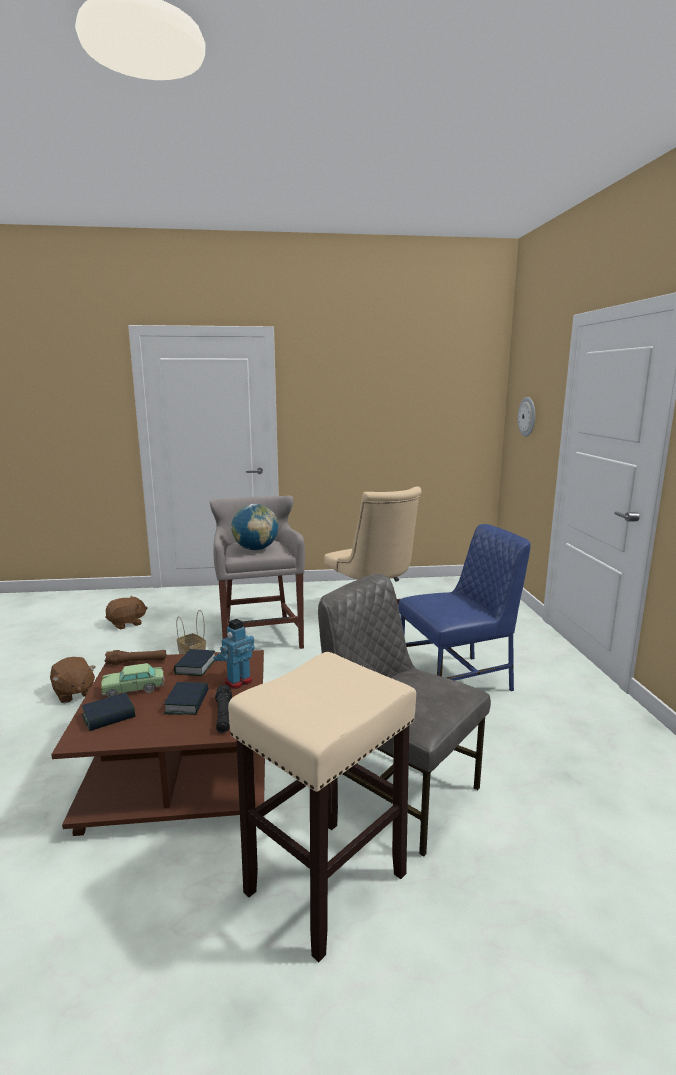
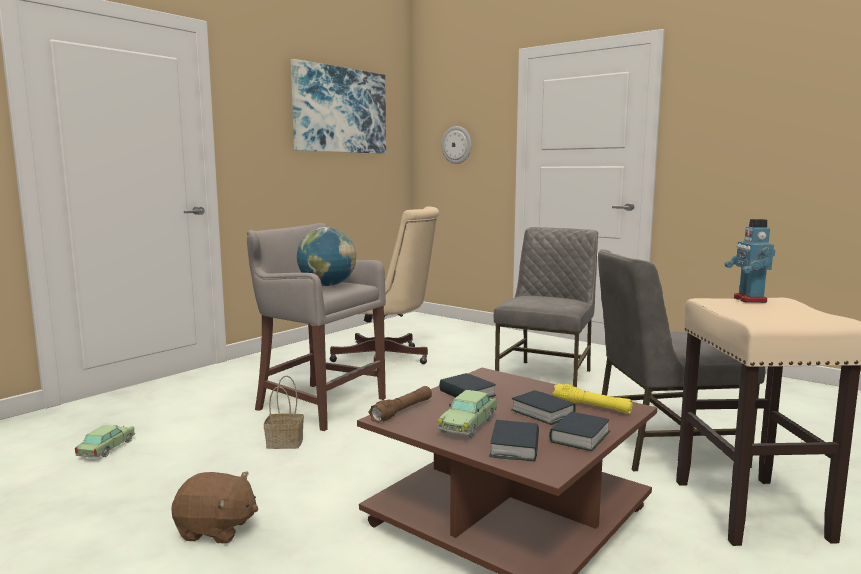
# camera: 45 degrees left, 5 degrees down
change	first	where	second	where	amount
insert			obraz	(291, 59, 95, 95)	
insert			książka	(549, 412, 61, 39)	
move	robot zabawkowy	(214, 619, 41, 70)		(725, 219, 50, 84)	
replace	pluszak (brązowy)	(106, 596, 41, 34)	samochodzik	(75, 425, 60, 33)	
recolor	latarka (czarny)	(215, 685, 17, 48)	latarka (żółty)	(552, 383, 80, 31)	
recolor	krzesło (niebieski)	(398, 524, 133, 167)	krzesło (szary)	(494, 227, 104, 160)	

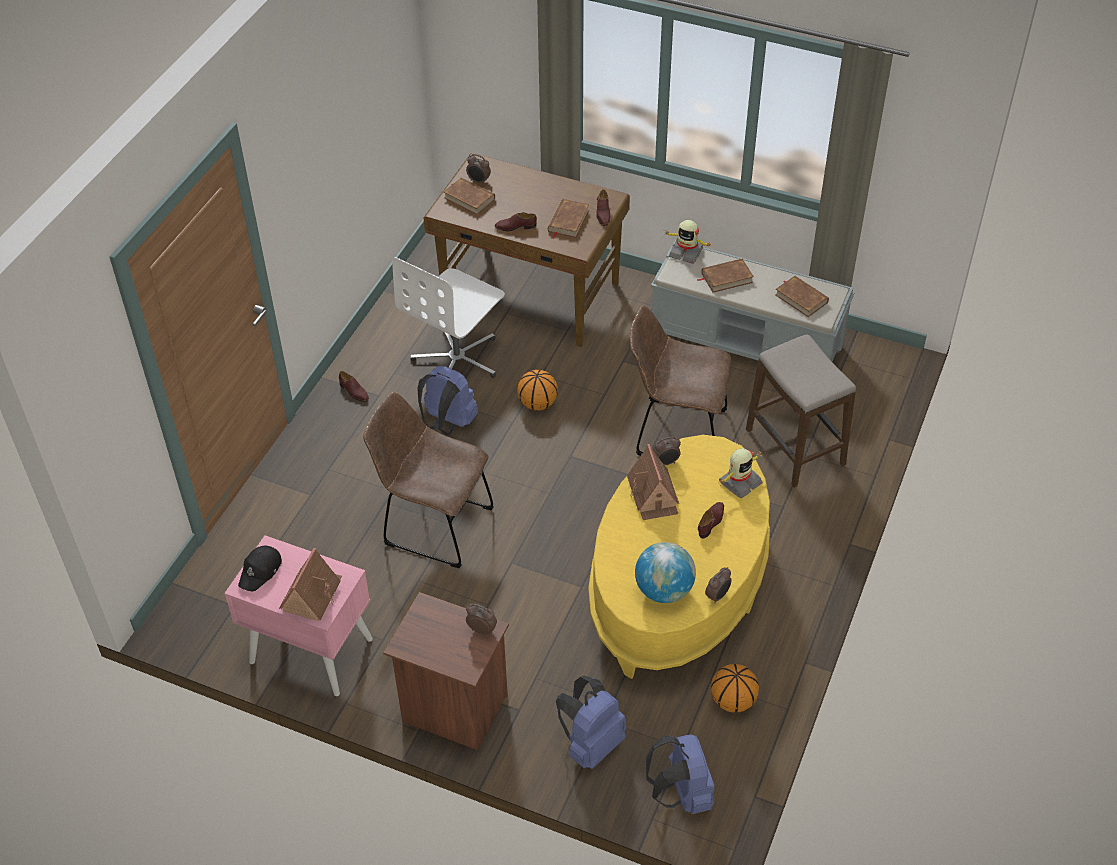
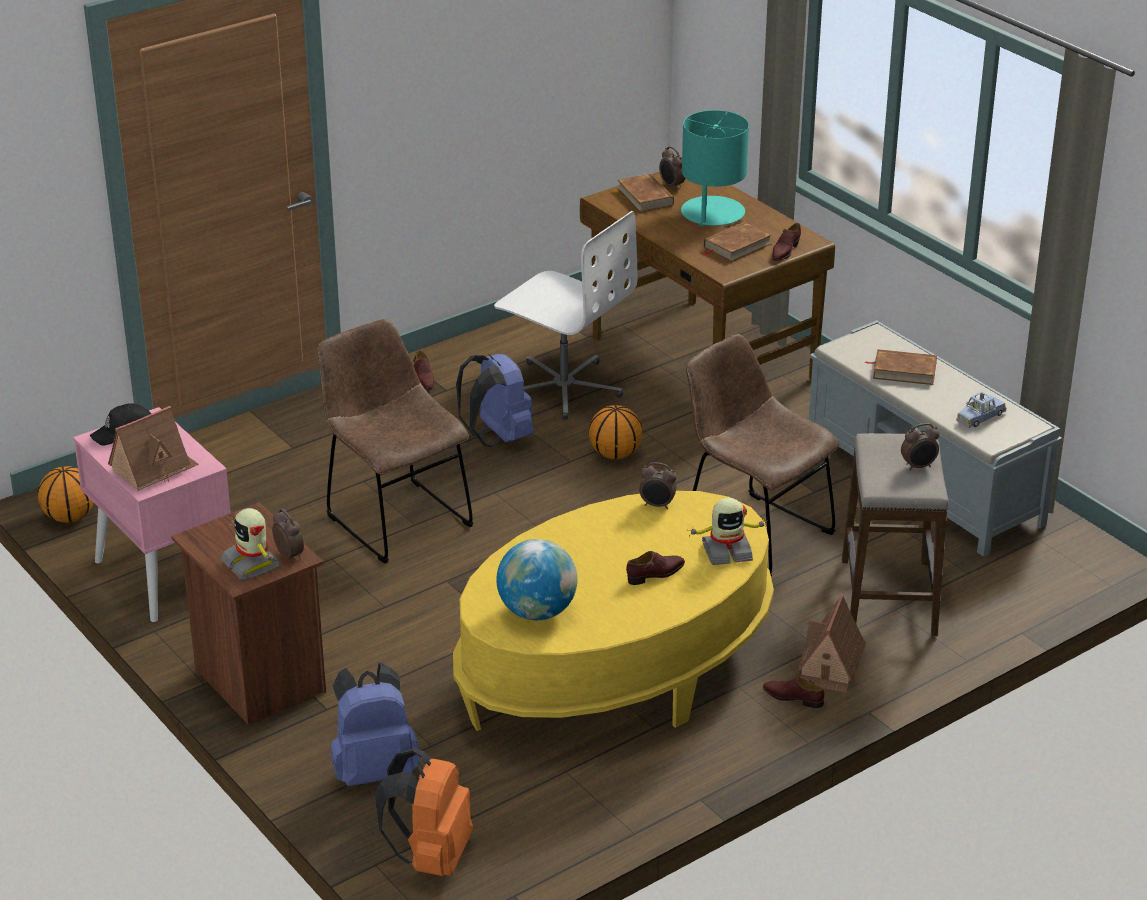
# camera: 30 degrees right, 15 degrees down
change	first	where	second	where	amount
insert			lampa stołowa (turkusowy)	(681, 110, 68, 117)	
move	but (brązowy)	(495, 212, 42, 19)		(763, 678, 61, 30)	
move	domek	(627, 444, 52, 76)		(797, 594, 69, 99)	
move	robot zabawkowy	(663, 220, 50, 44)		(221, 508, 59, 72)	
move	budzik	(705, 567, 26, 37)		(901, 423, 38, 48)	
move	piłka do koszykówki	(711, 664, 48, 49)		(38, 466, 56, 57)	
replace	książka (brązowy)	(775, 276, 54, 41)	samochodzik (niebieski)	(956, 392, 50, 36)	
recolor	plecak (niebieski)	(646, 734, 69, 80)	plecak (pomarańczowy)	(375, 748, 98, 128)	
rotate	krzesło biurowe (biały)	(392, 257, 113, 121)		(494, 211, 143, 209)	120 degrees counterclockwise

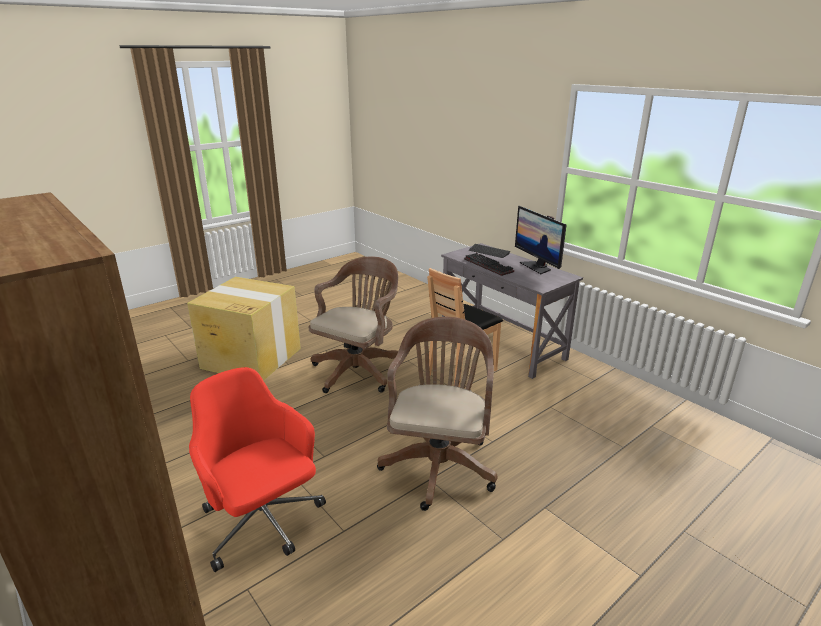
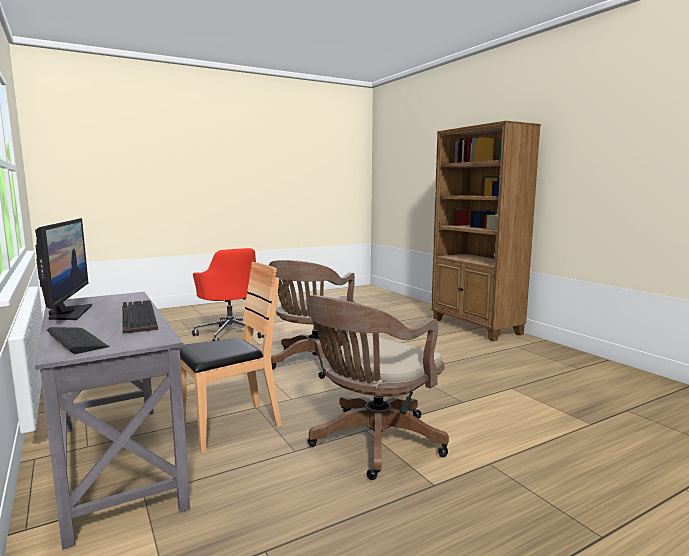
# camera: 170 degrees left, 15 degrees down
change	first	where	second	where	amount
delete	karton	(187, 277, 114, 104)			
move	krzesło biurowe (czerwony)	(189, 367, 137, 205)		(192, 248, 72, 93)	

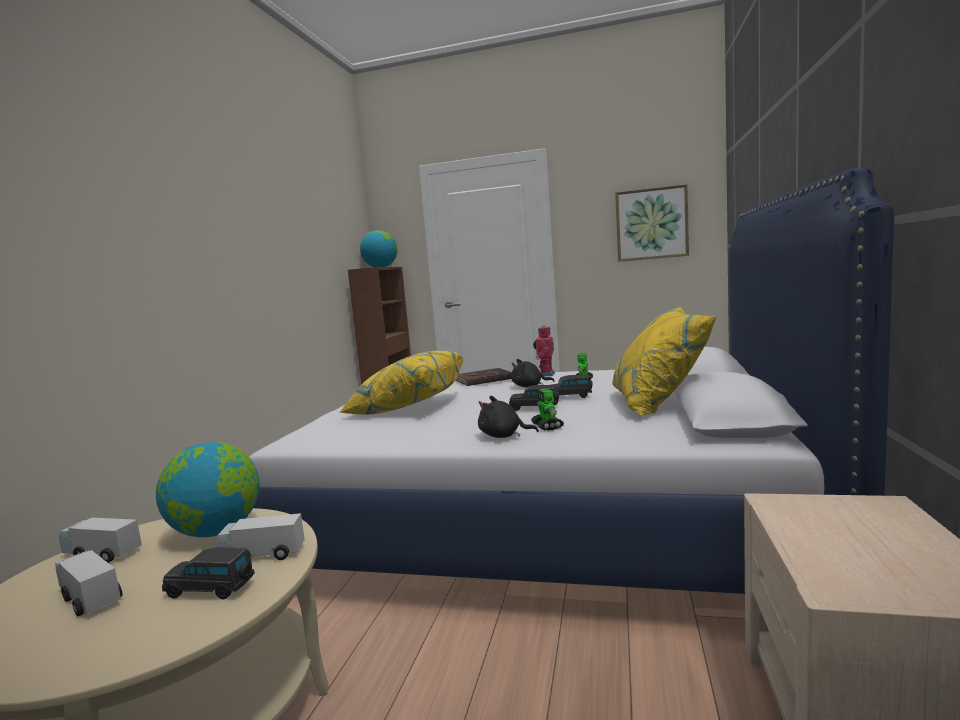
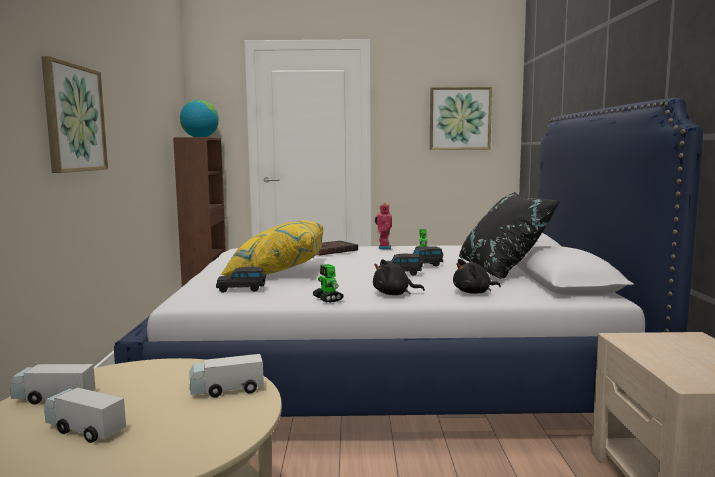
# camera: 15 degrees left, 0 degrees up
change	first	where	second	where	amount
delete	globus	(156, 442, 104, 95)			
insert			obraz	(41, 56, 67, 117)	
move	samochodzik (czarny)	(162, 547, 93, 52)		(216, 267, 50, 26)	
move	pluszak (czarny)	(511, 359, 44, 28)		(453, 259, 48, 35)	
move	robot zabawkowy	(531, 389, 33, 42)		(312, 264, 32, 39)	
recolor	poduszka (żółty)	(613, 307, 104, 108)	poduszka (czarny)	(459, 192, 102, 87)	

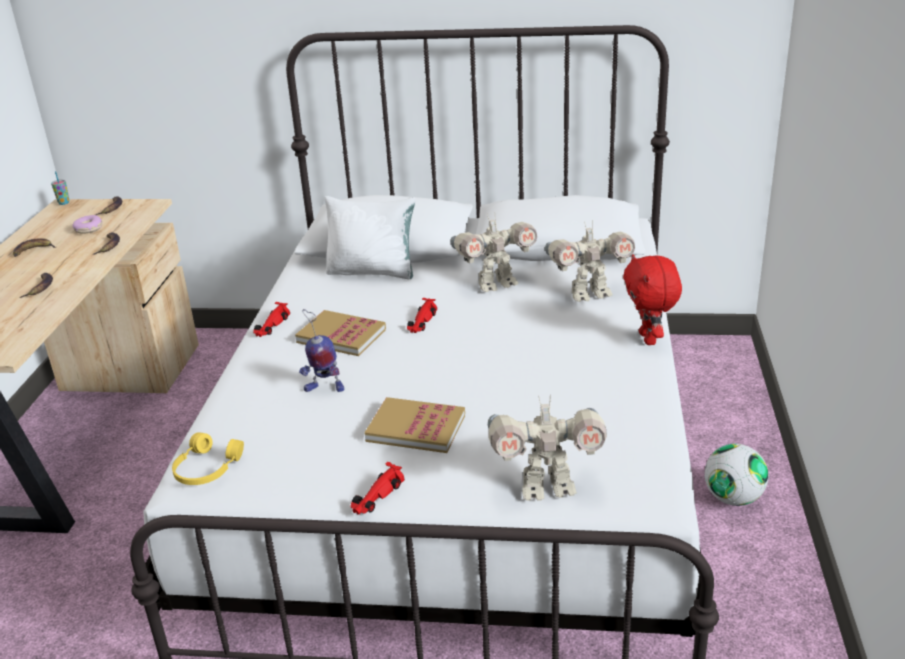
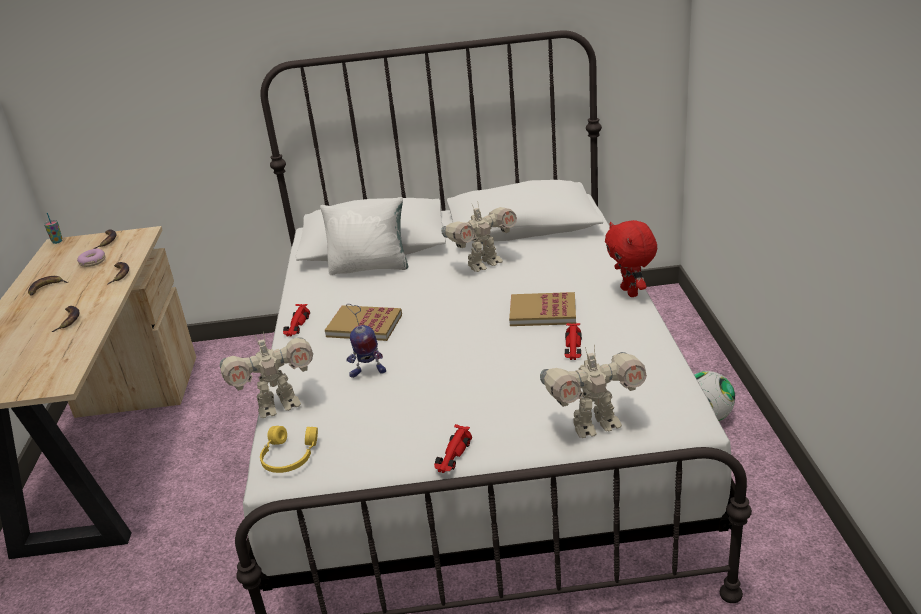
# camera: 10 degrees left, 0 degrees up
change	first	where	second	where	amount
move	książka	(364, 397, 101, 56)		(509, 292, 67, 34)	
move	samochodzik (czerwony)	(407, 298, 30, 35)		(564, 323, 18, 37)	
move	robot zabawkowy	(545, 220, 90, 82)		(220, 332, 93, 86)	

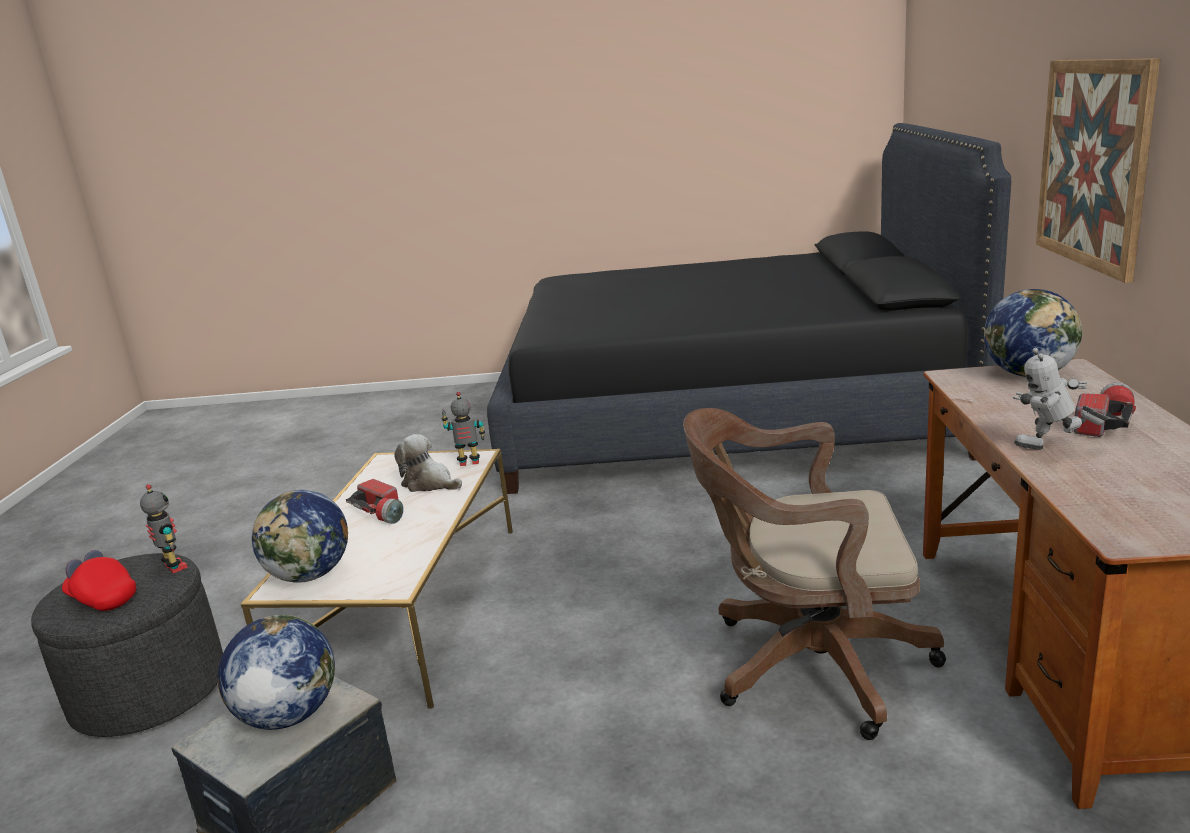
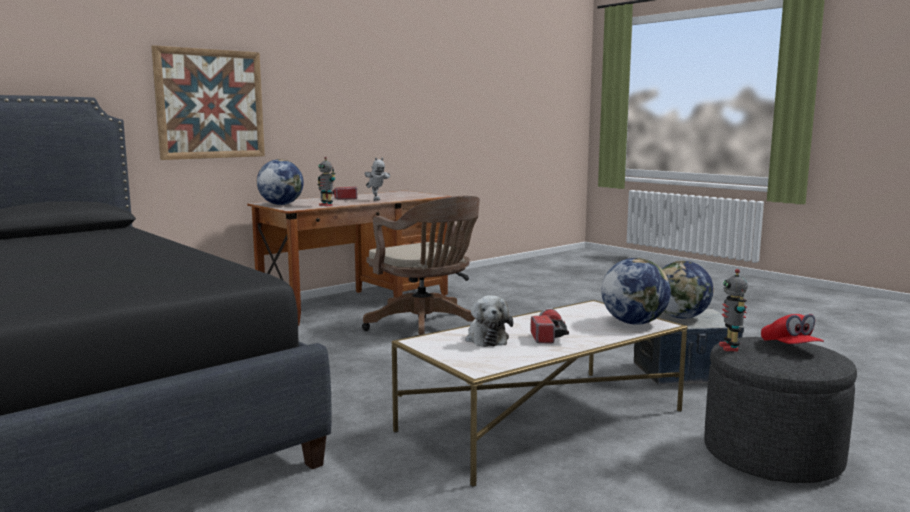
# camera: 135 degrees left, 10 degrees down
change	first	where	second	where	amount
move	robot zabawkowy	(442, 392, 43, 74)		(317, 157, 19, 49)	

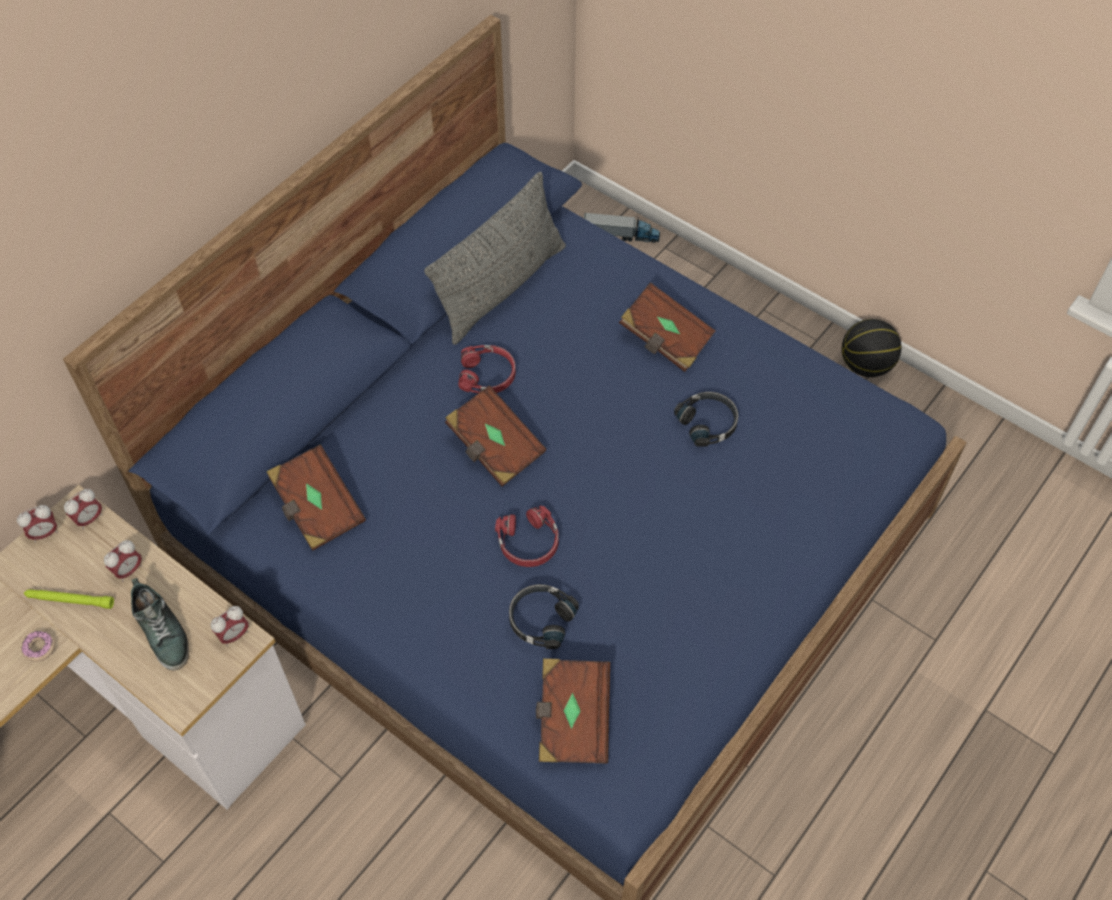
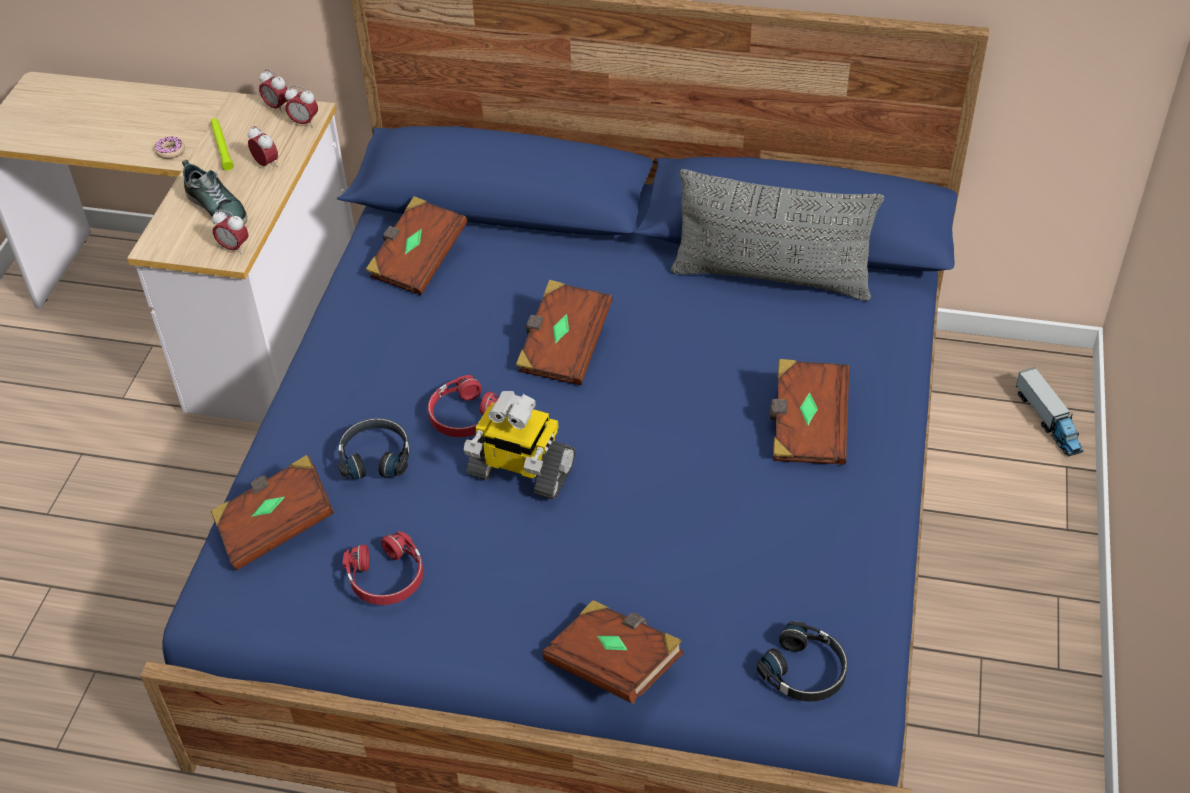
# camera: 65 degrees right, 10 degrees down
change	first	where	second	where	amount
delete	piłka do koszykówki	(842, 319, 59, 58)			
insert			robot zabawkowy	(463, 391, 113, 108)	
insert			książka (brązowy)	(542, 600, 142, 104)	
move	słuchawki (czerwony)	(458, 345, 58, 48)		(343, 531, 81, 74)	
move	słuchawki (czarny)	(674, 392, 64, 55)		(757, 621, 91, 81)	
rotate	budzik	(104, 540, 38, 42)		(248, 126, 30, 41)	150 degrees counterclockwise
rotate	but	(131, 578, 58, 93)		(182, 160, 65, 65)	75 degrees counterclockwise

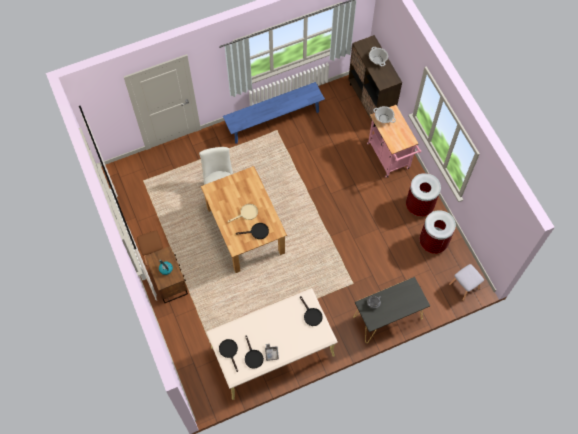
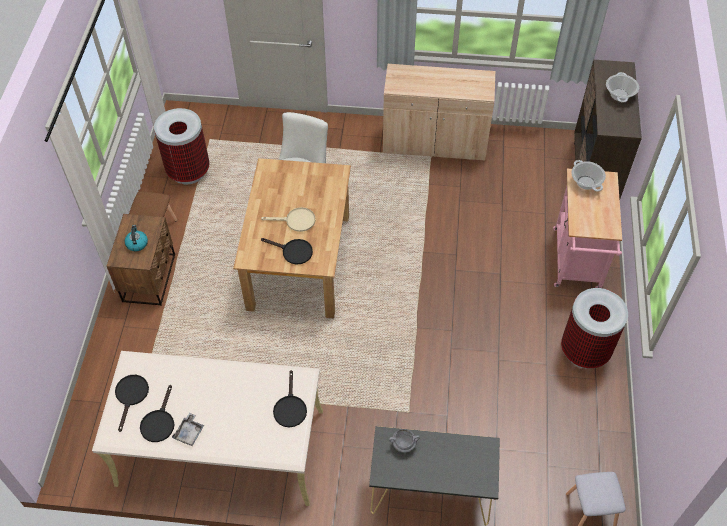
# camera: 30 degrees right, 10 degrees down
change	first	where	second	where	amount
move	kosz na śmieci	(420, 210, 36, 44)		(154, 108, 56, 76)	
replace	ławka (niebieski)	(223, 82, 102, 62)	szafka (beżowy)	(383, 64, 112, 96)	

